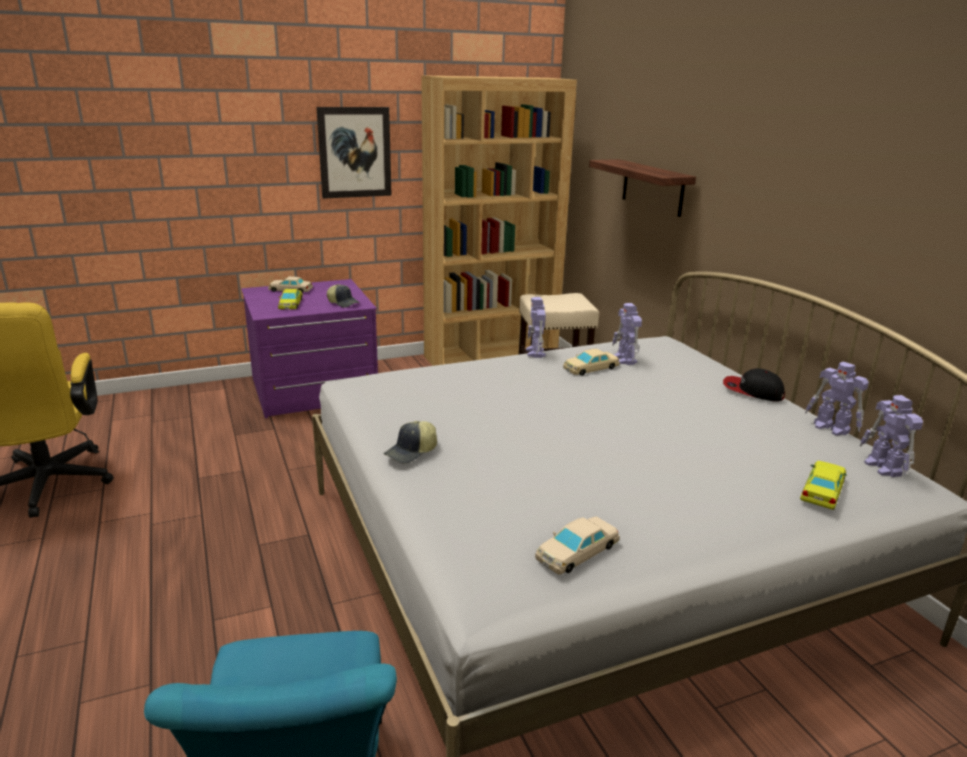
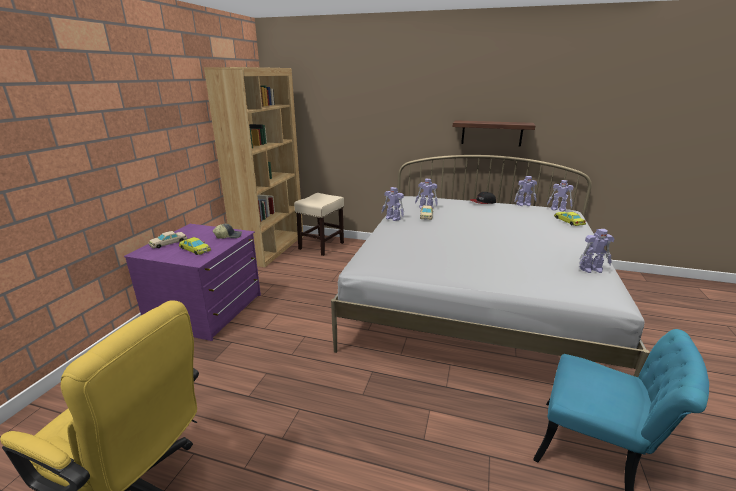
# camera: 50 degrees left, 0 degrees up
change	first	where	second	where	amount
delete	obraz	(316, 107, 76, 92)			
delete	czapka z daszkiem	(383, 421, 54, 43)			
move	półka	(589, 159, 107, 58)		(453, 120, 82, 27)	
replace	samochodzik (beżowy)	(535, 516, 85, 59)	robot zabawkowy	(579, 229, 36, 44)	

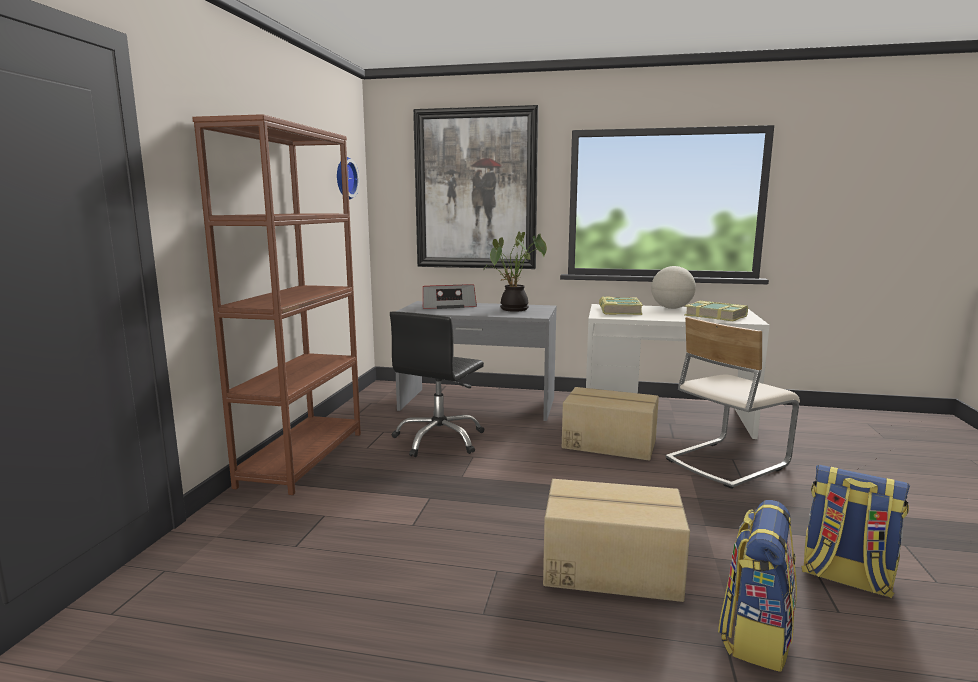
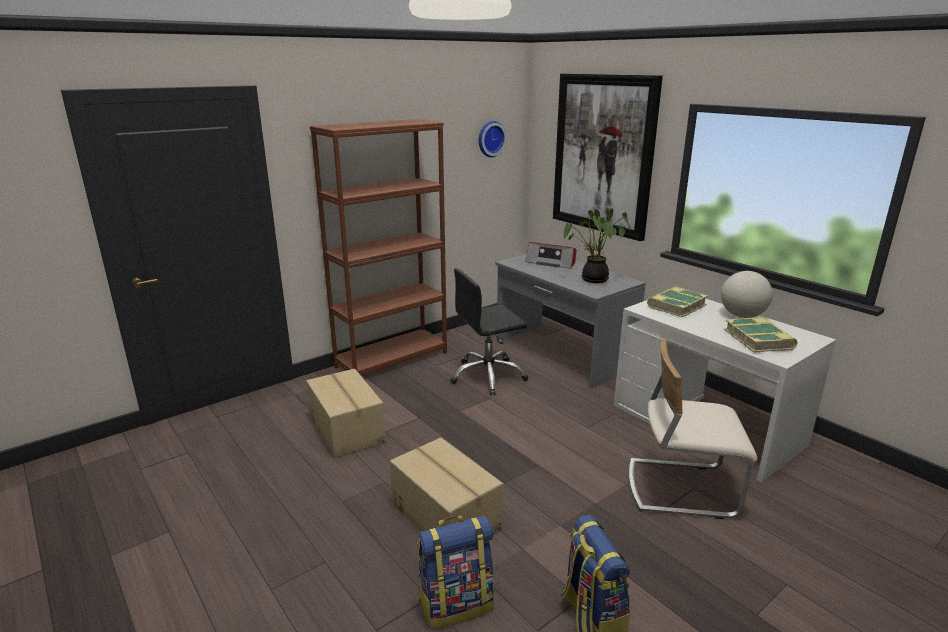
# camera: 40 degrees right, 10 degrees up
change	first	where	second	where	amount
move	karton	(562, 387, 97, 73)		(306, 369, 80, 89)	

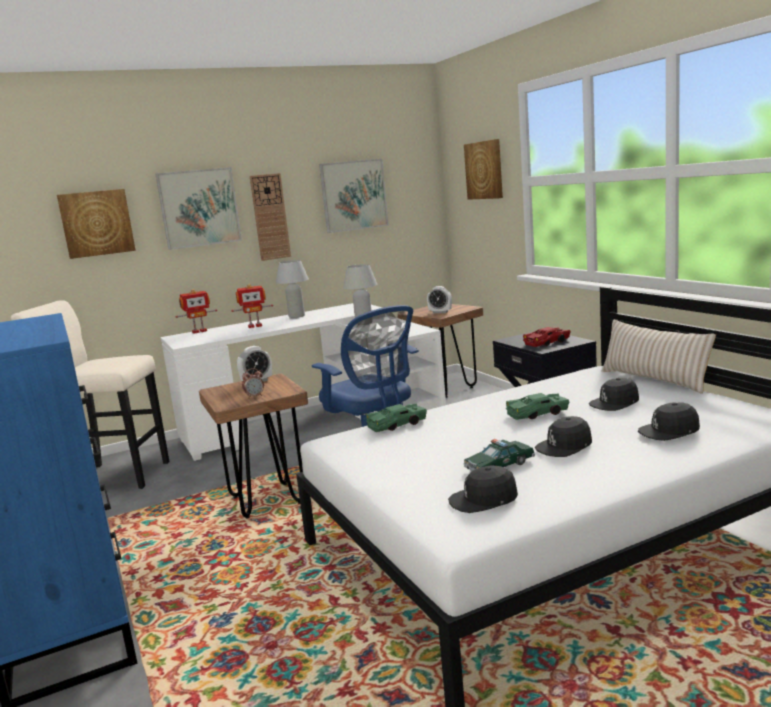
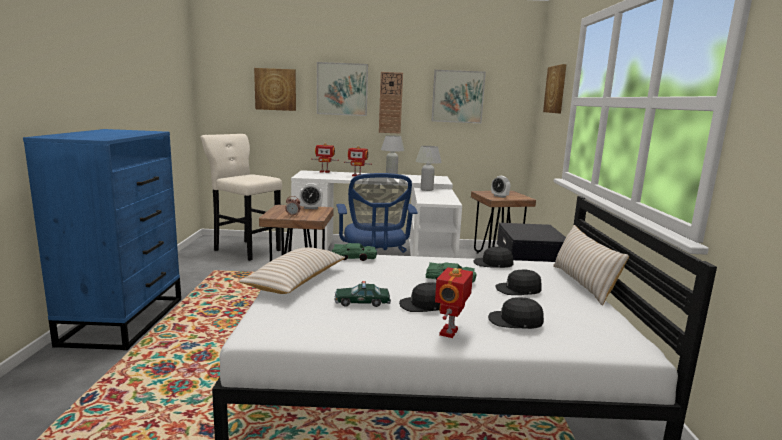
# camera: 25 degrees right, 0 degrees up
change	first	where	second	where	amount
delete	samochodzik (czerwony)	(523, 327, 48, 20)			
insert			poduszka (beżowy)	(239, 247, 106, 47)	
insert			robot zabawkowy	(435, 267, 38, 71)	
move	czapka z daszkiem (czarny)	(448, 466, 70, 47)		(473, 247, 40, 21)	

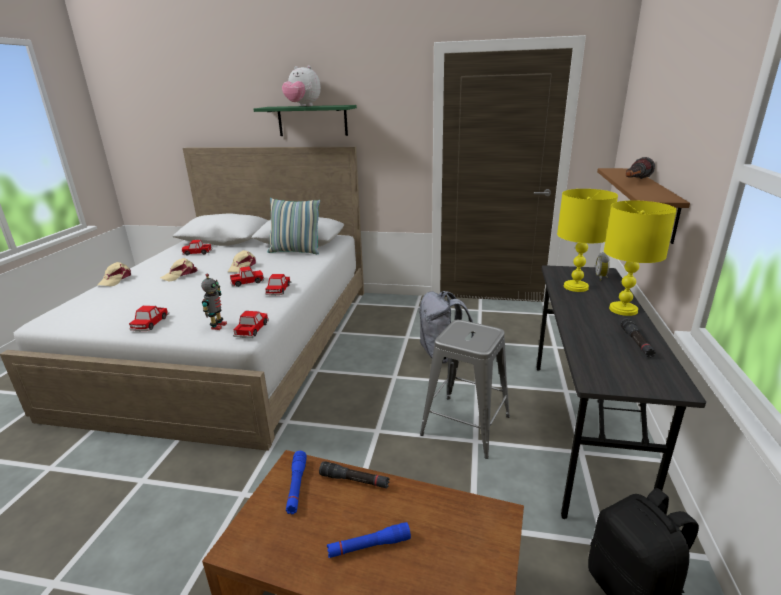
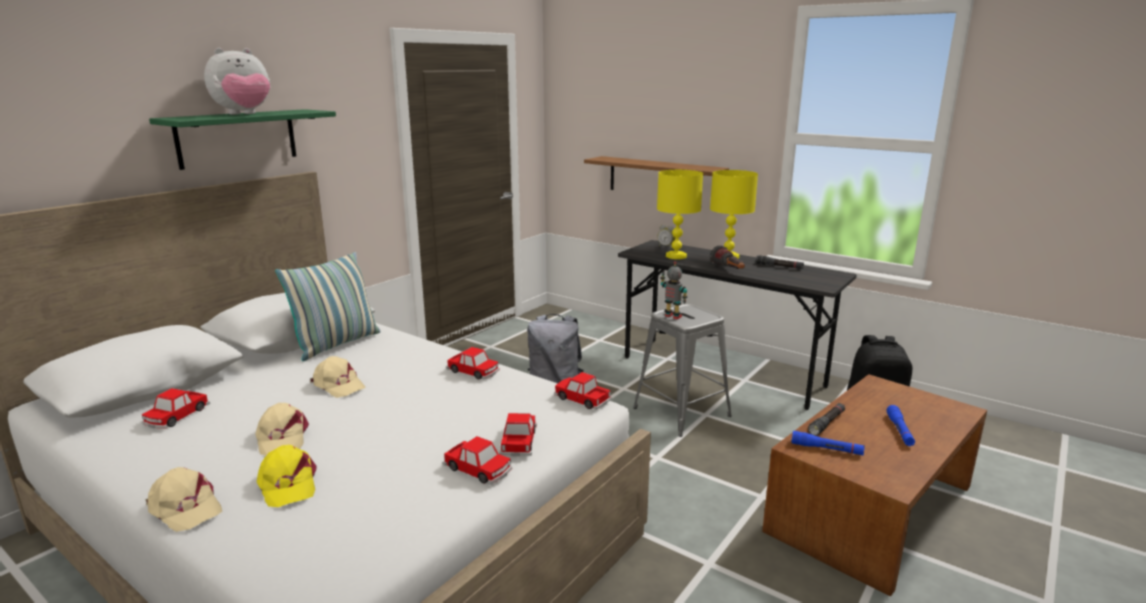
# camera: 65 degrees left, 5 degrees down
change	first	where	second	where	amount
insert			czapka z daszkiem (żółty)	(257, 445, 60, 62)	
move	robot zabawkowy	(201, 274, 26, 56)		(660, 261, 27, 58)	
move	samochodzik	(230, 266, 34, 21)		(499, 413, 38, 43)	
move	latarka	(626, 157, 29, 22)		(710, 245, 35, 24)	

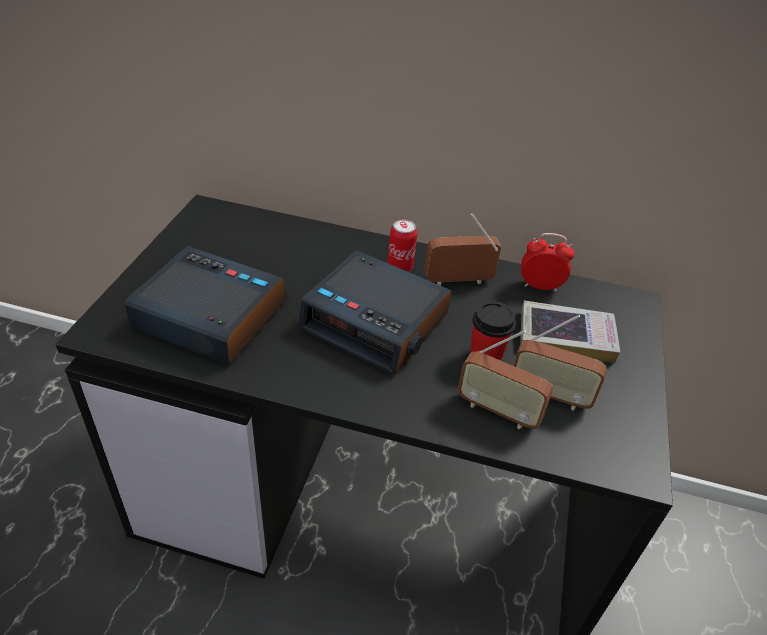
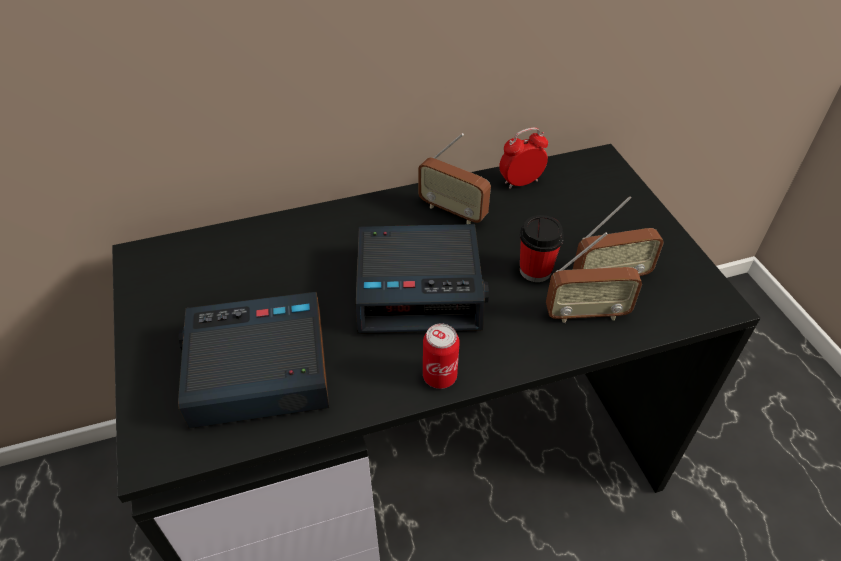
# camera: 30 degrees left, 5 degrees up
change	first	where	second	where	amount
delete	książka	(520, 301, 100, 62)			
move	puszka	(387, 219, 31, 53)		(423, 323, 37, 66)	
rotate	radio	(424, 213, 77, 73)		(418, 133, 73, 91)	105 degrees counterclockwise

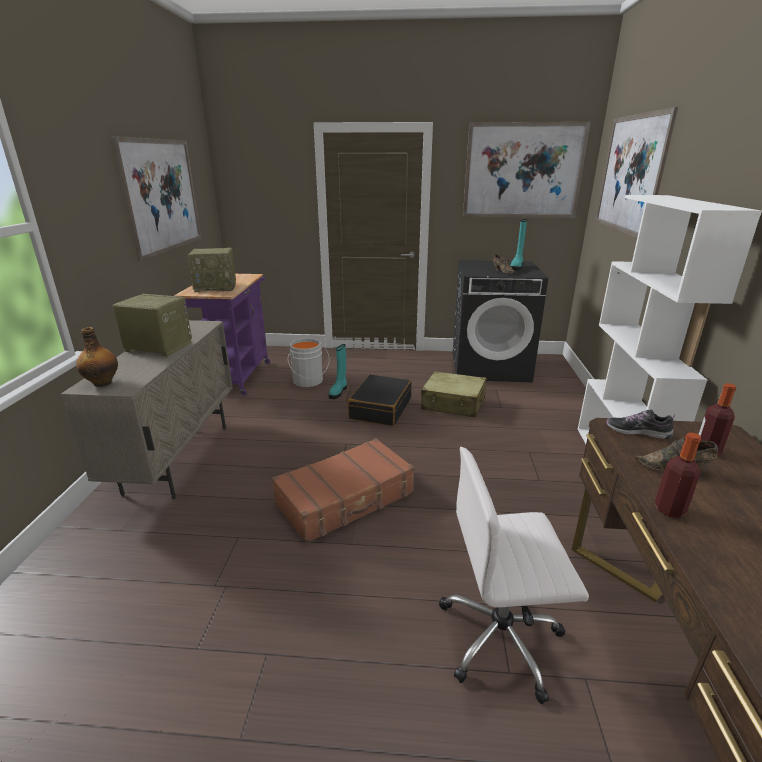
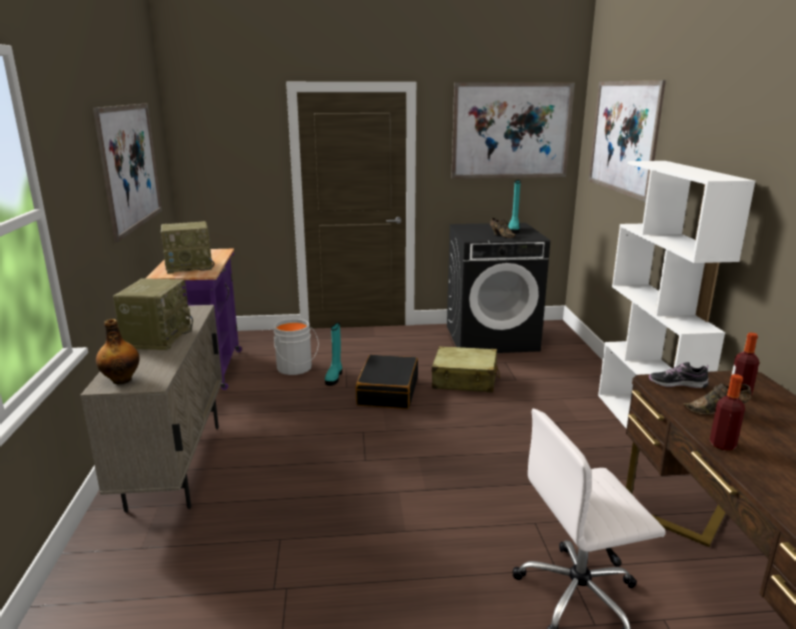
# camera: 10 degrees left, 5 degrees down
change	first	where	second	where	amount
delete	walizka (brązowy)	(272, 438, 143, 106)			
rotate	radio	(112, 294, 80, 62)		(113, 278, 80, 72)	90 degrees clockwise

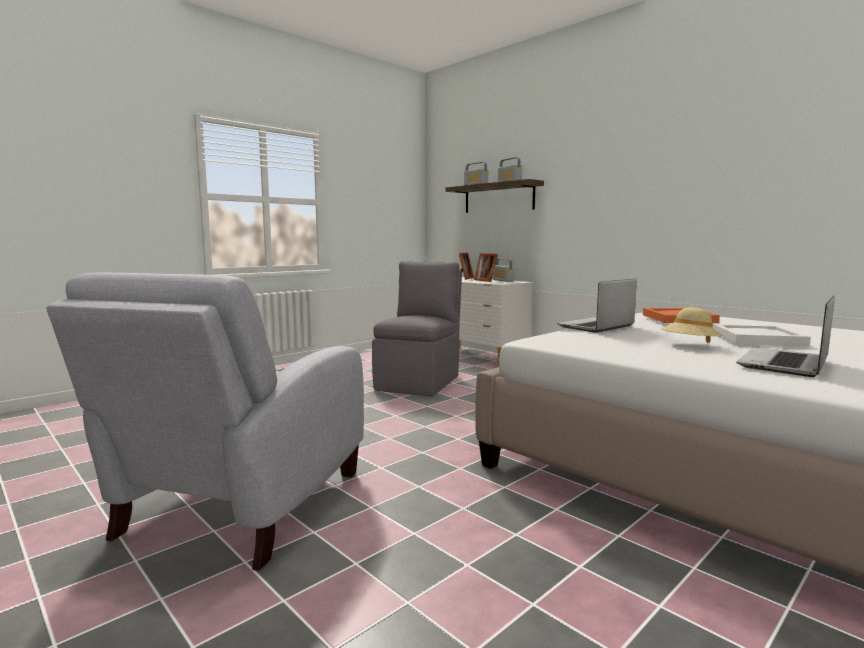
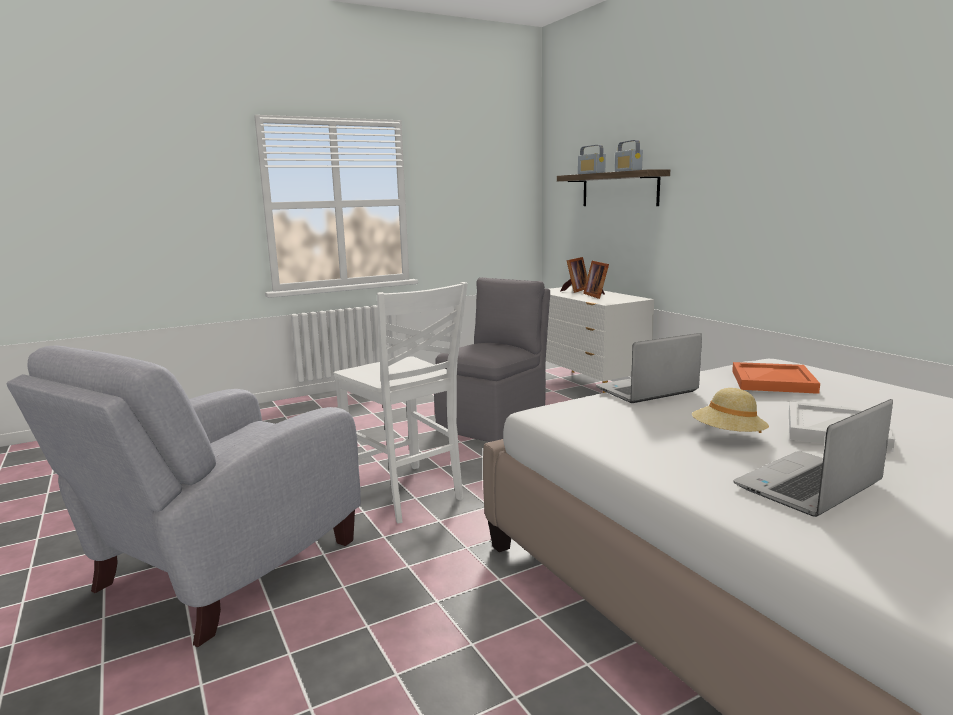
# camera: 15 degrees right, 5 degrees up
change	first	where	second	where	amount
delete	radio	(493, 259, 22, 23)			
insert			krzesło (biały)	(333, 282, 135, 241)	

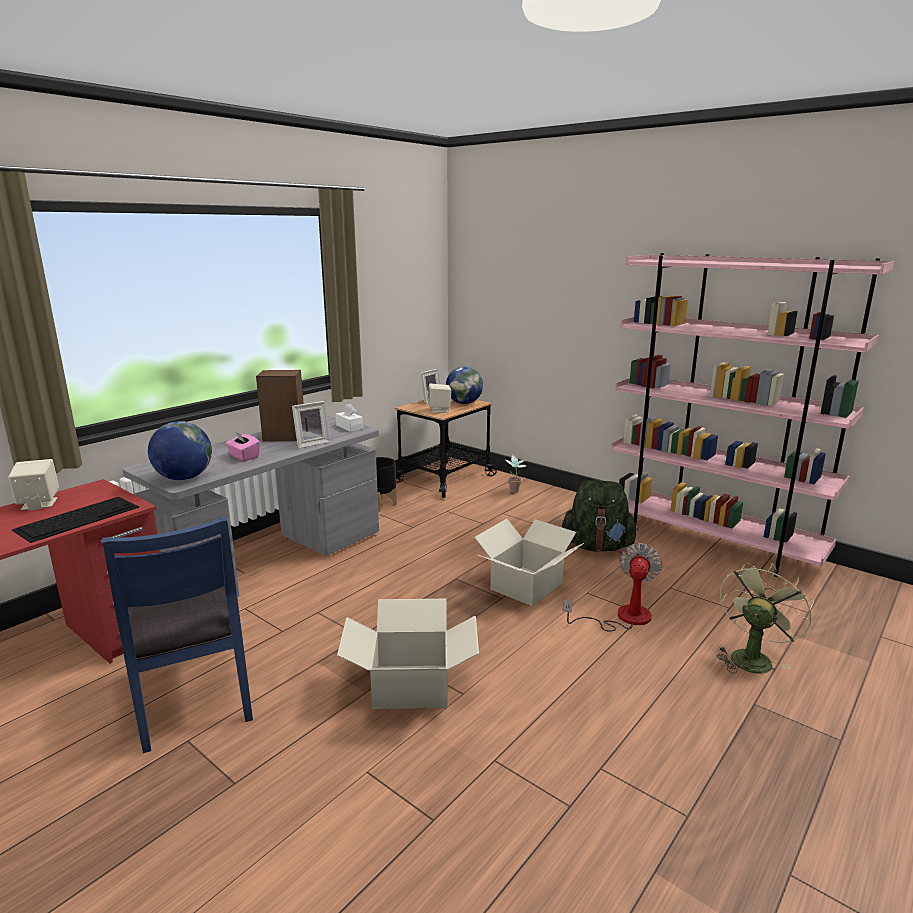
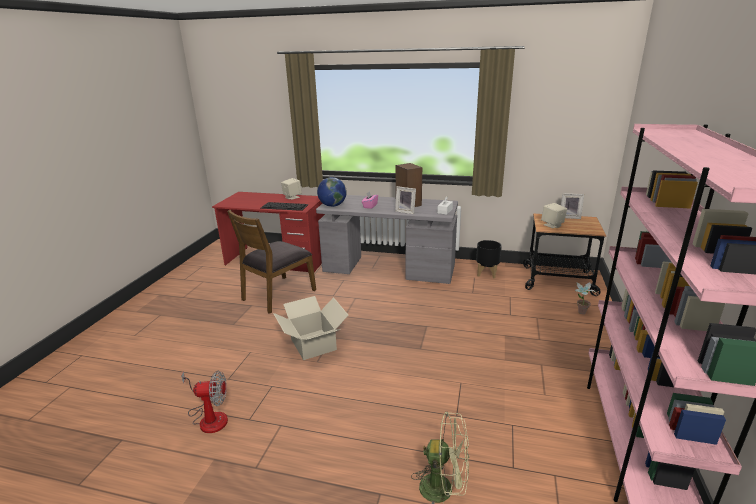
# camera: 65 degrees right, 5 degrees up
change	first	where	second	where	amount
delete	globus	(446, 366, 37, 38)			
delete	karton	(474, 519, 110, 87)			
delete	plecak (zielony)	(562, 480, 77, 71)			
move	wentylator	(563, 543, 100, 89)		(181, 371, 47, 62)	
recolor	krzesło (niebieski)	(102, 516, 151, 237)	krzesło (brązowy)	(227, 210, 89, 104)	

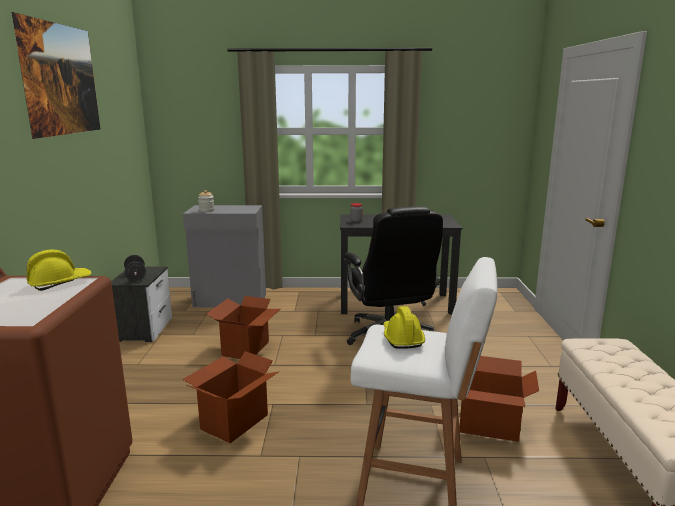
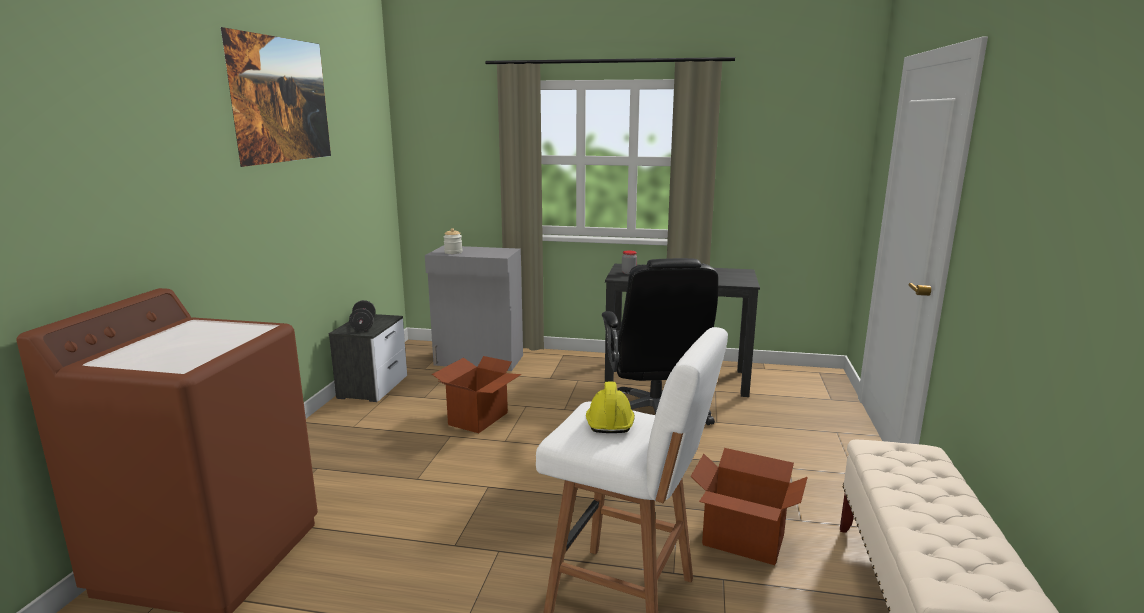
# camera: 10 degrees right, 0 degrees up
change	first	where	second	where	amount
delete	kask (żółty)	(26, 249, 66, 42)			
delete	karton	(182, 351, 97, 92)			

